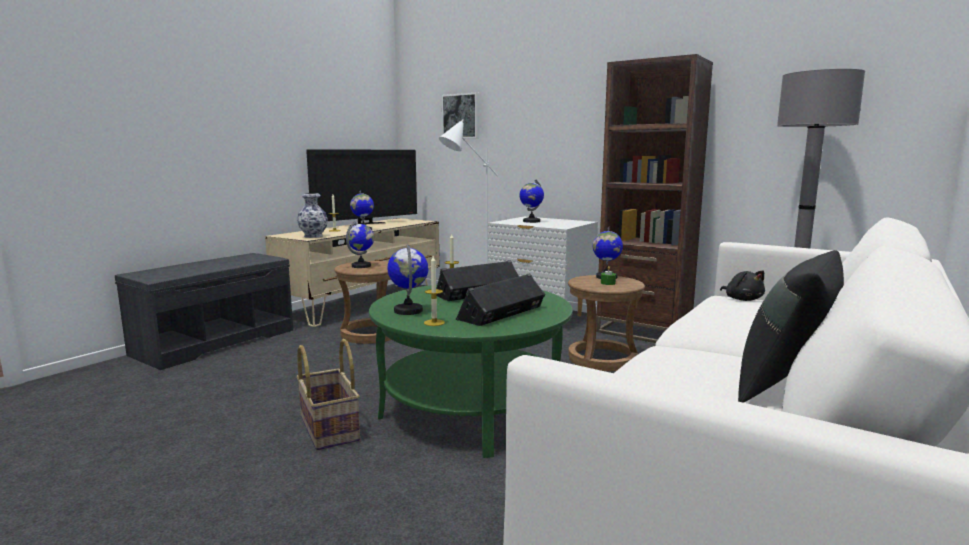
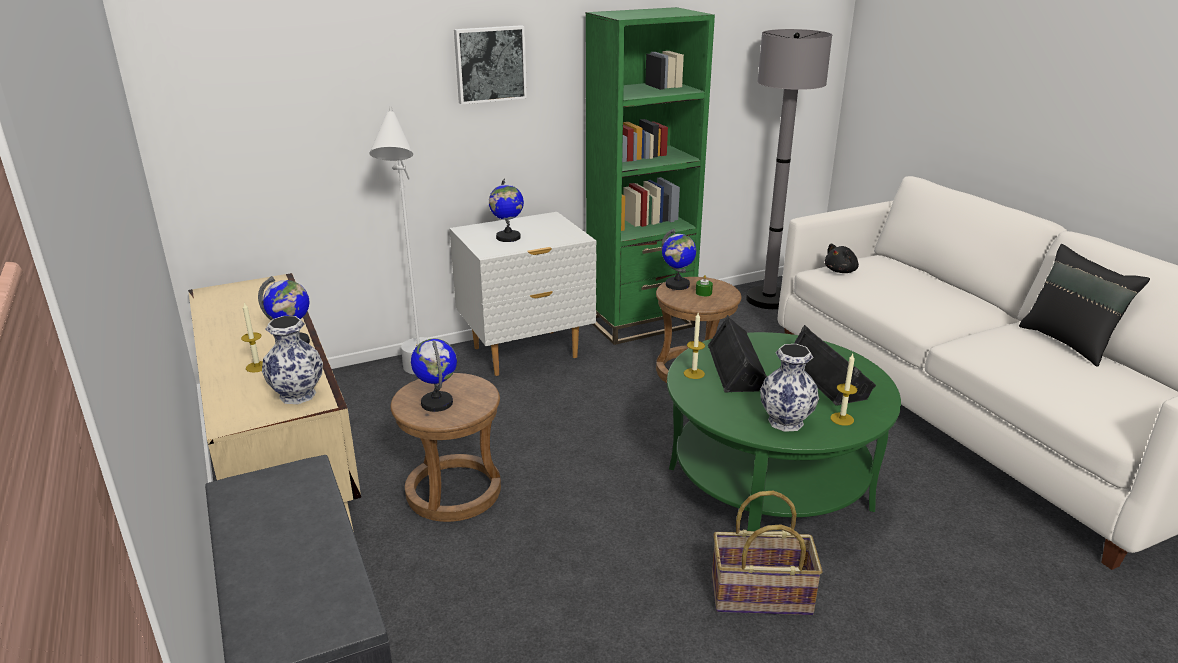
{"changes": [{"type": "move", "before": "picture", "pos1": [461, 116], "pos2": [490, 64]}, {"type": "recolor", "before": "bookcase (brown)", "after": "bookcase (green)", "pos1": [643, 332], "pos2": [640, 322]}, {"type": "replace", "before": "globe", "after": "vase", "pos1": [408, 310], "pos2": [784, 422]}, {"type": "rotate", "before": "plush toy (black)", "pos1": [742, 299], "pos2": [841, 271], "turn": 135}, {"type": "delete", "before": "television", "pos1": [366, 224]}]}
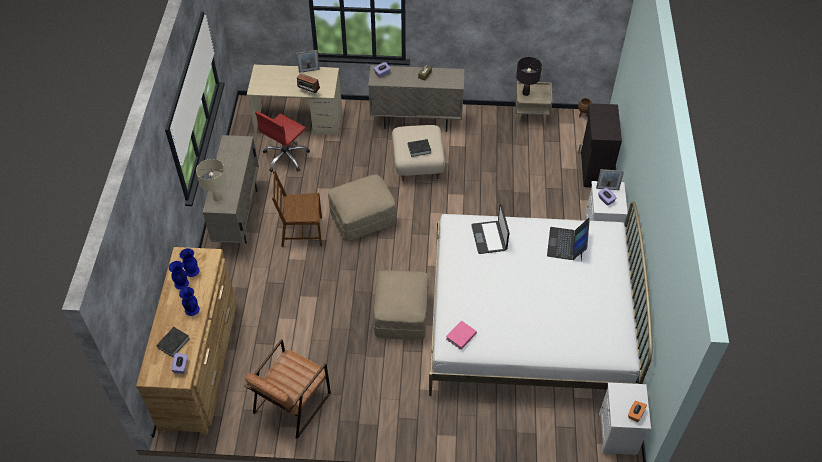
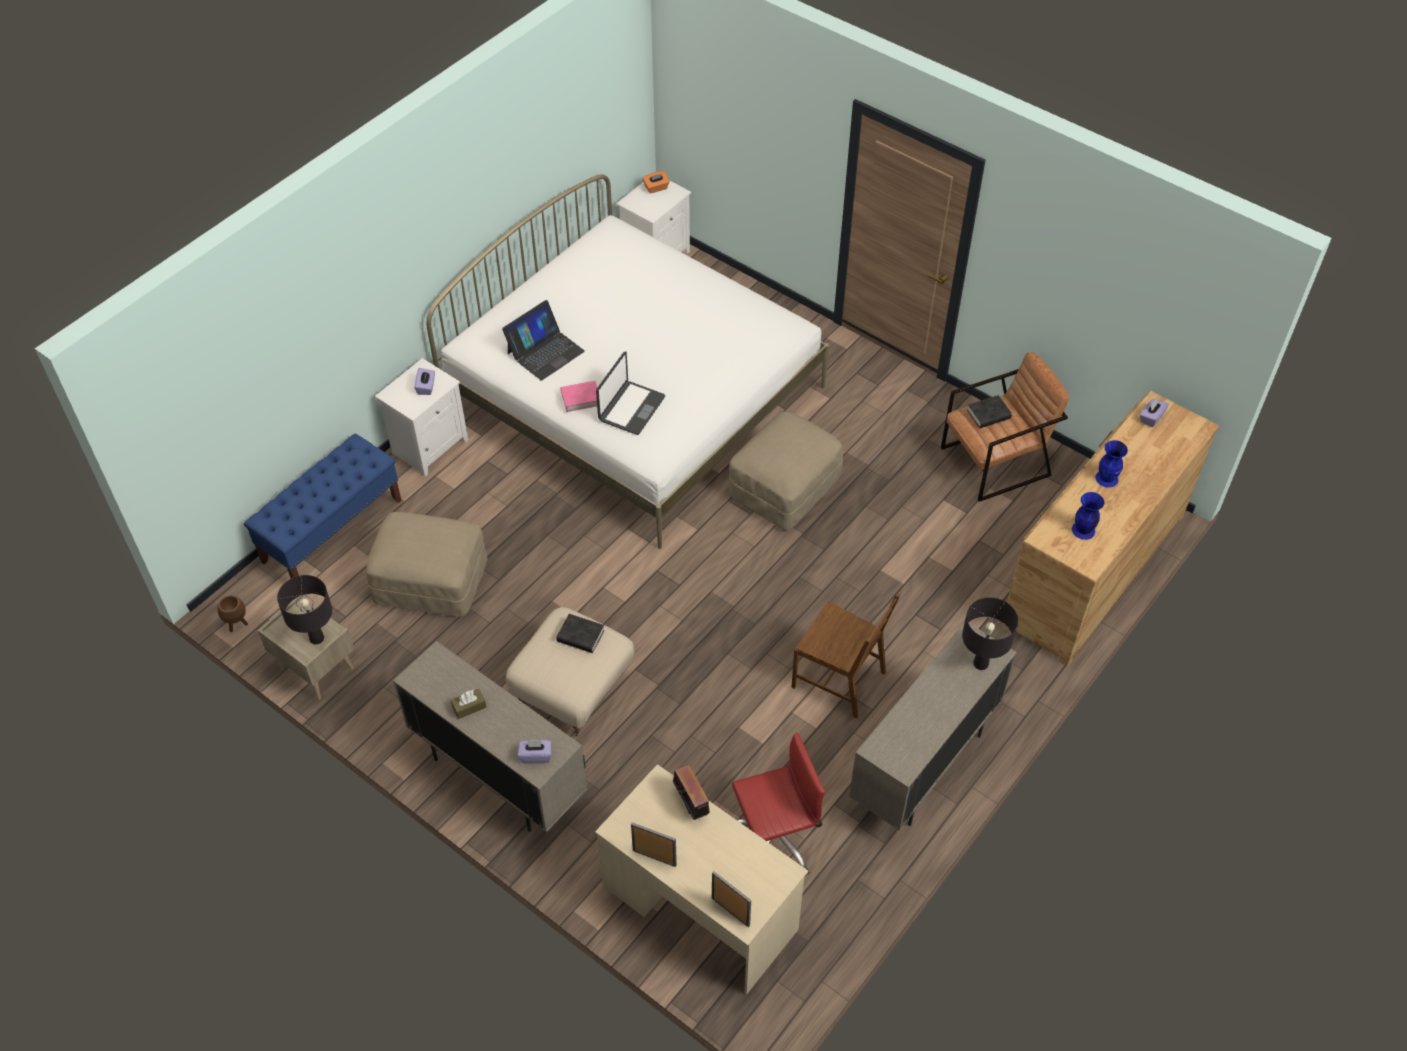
{"changes": [{"type": "replace", "before": "cabinet (black)", "after": "bench (blue)", "pos1": [594, 169], "pos2": [332, 530]}, {"type": "move", "before": "ottoman (beige)", "pos1": [363, 217], "pos2": [430, 582]}, {"type": "move", "before": "book (pink)", "pos1": [461, 336], "pos2": [581, 398]}, {"type": "move", "before": "picture frame", "pos1": [607, 189], "pos2": [730, 911]}, {"type": "recolor", "before": "table lamp (beige)", "after": "table lamp (black)", "pos1": [217, 198], "pos2": [980, 664]}, {"type": "move", "before": "book (black)", "pos1": [173, 343], "pos2": [988, 414]}, {"type": "delete", "before": "vase (blue)", "pos1": [181, 283]}]}
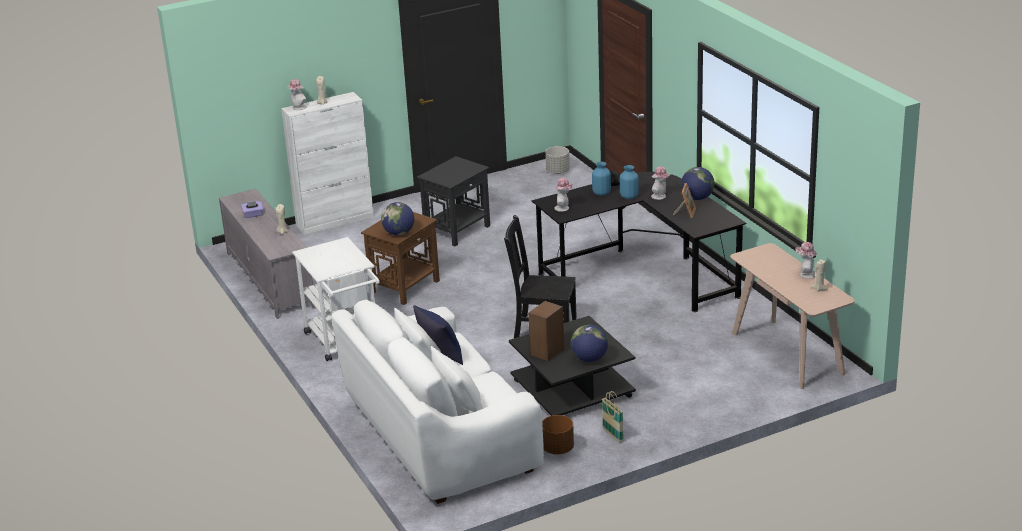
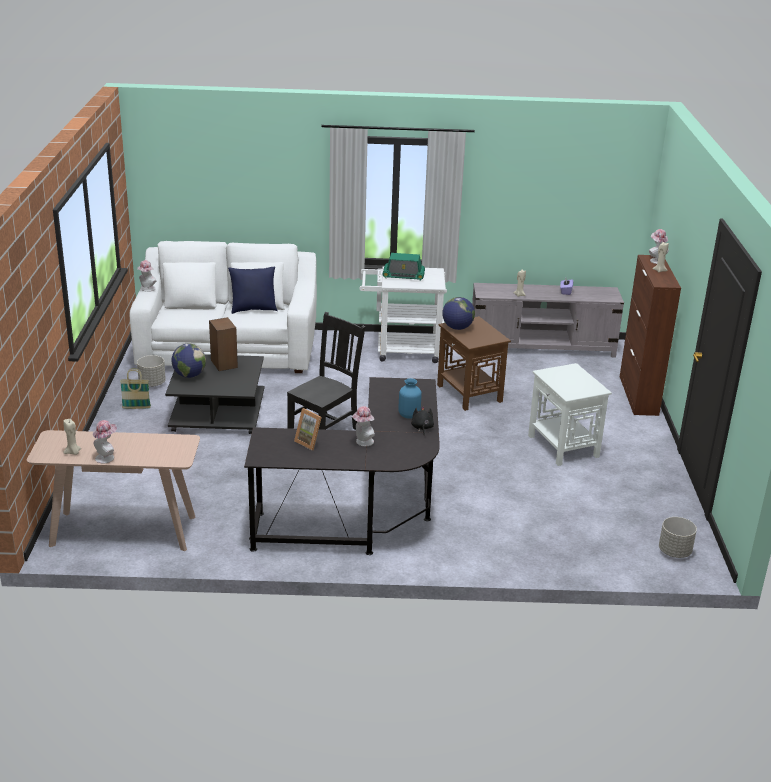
{"changes": [{"type": "move", "before": "hat", "pos1": [563, 208], "pos2": [147, 289]}, {"type": "recolor", "before": "planter (brown)", "after": "planter (grey)", "pos1": [557, 449], "pos2": [152, 383]}, {"type": "insert", "after": "radio", "pos2": [403, 276]}, {"type": "recolor", "before": "side table (black)", "after": "side table (white)", "pos1": [457, 230], "pos2": [563, 446]}, {"type": "recolor", "before": "cabinet (white)", "after": "cabinet (brown)", "pos1": [335, 221], "pos2": [638, 395]}, {"type": "delete", "before": "vase (blue)", "pos1": [628, 196]}, {"type": "delete", "before": "globe", "pos1": [697, 198]}]}
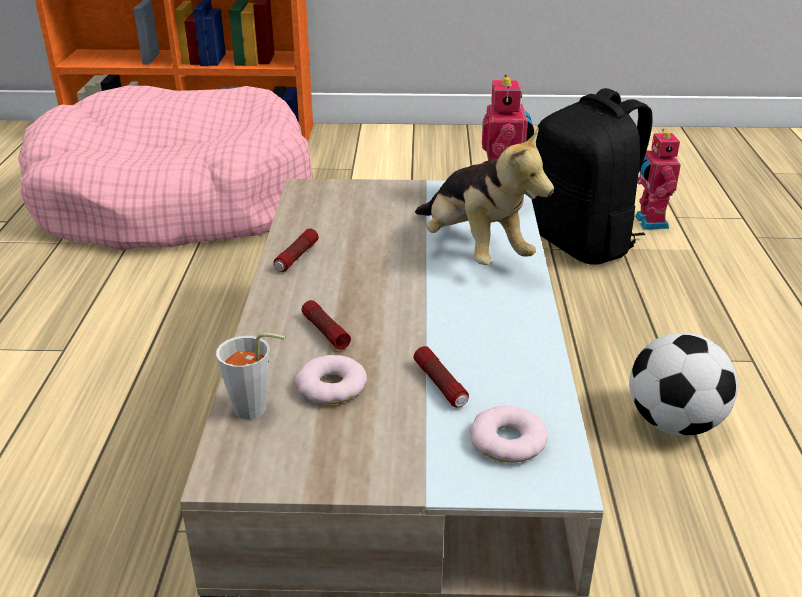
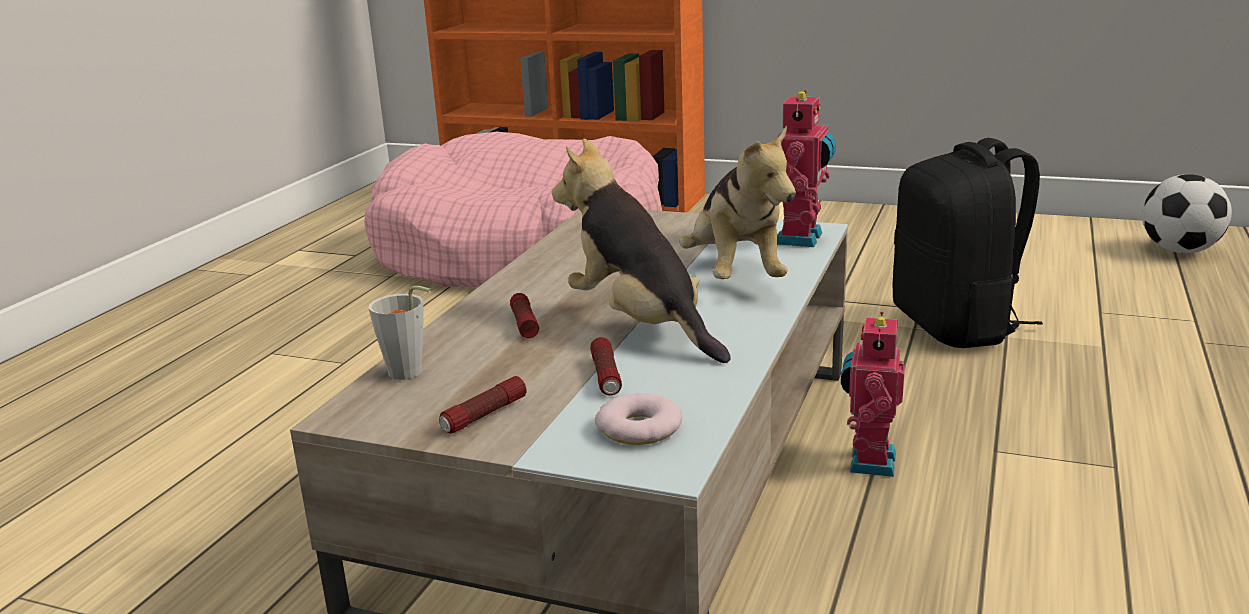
{"changes": [{"type": "move", "before": "flashlight", "pos1": [296, 257], "pos2": [484, 415]}, {"type": "insert", "after": "plush toy", "pos2": [640, 325]}, {"type": "move", "before": "toy robot", "pos1": [649, 222], "pos2": [868, 461]}, {"type": "move", "before": "football", "pos1": [673, 423], "pos2": [1179, 251]}, {"type": "delete", "before": "donut", "pos1": [331, 386]}]}
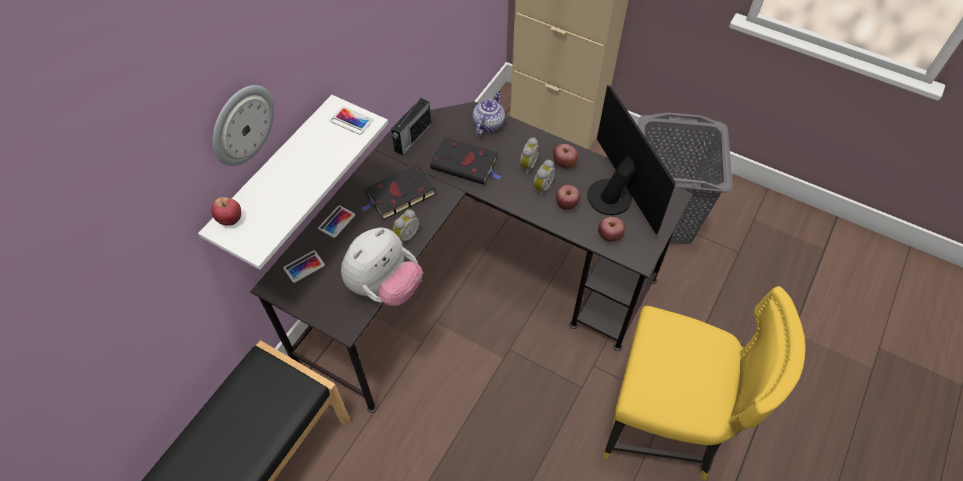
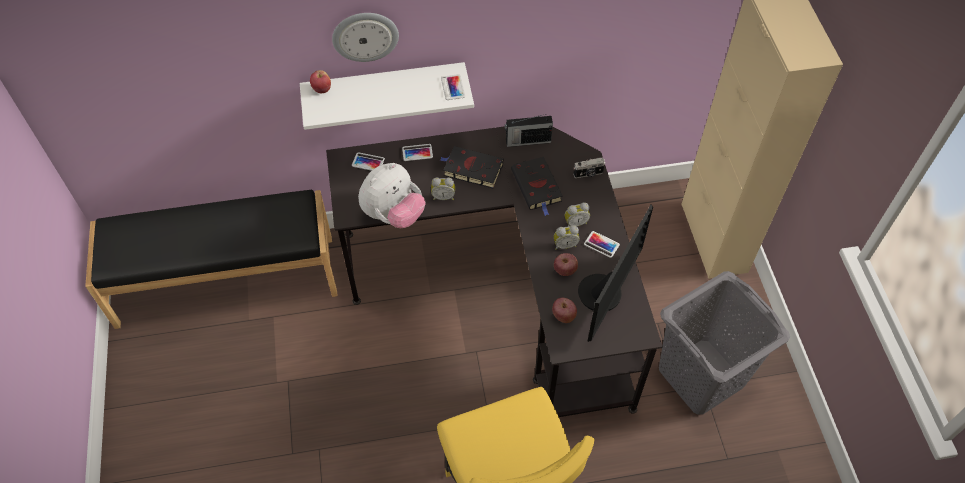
{"changes": [{"type": "rotate", "before": "plush toy", "pos1": [385, 286], "pos2": [393, 214], "turn": -45}, {"type": "replace", "before": "teapot", "after": "photo camera", "pos1": [488, 124], "pos2": [588, 174]}, {"type": "replace", "before": "apple", "after": "phone", "pos1": [564, 163], "pos2": [601, 244]}]}
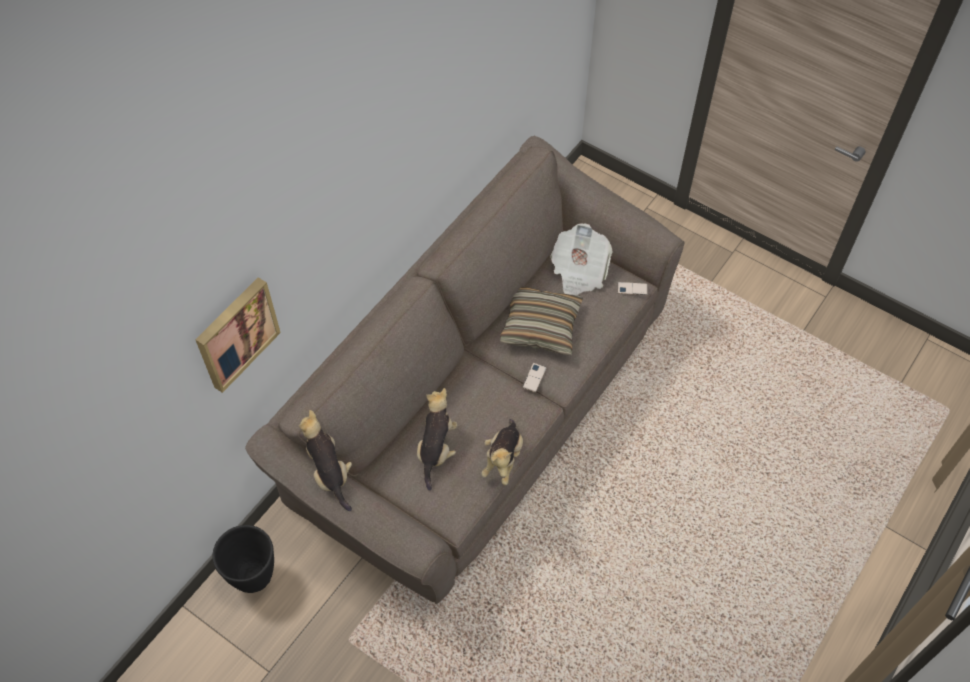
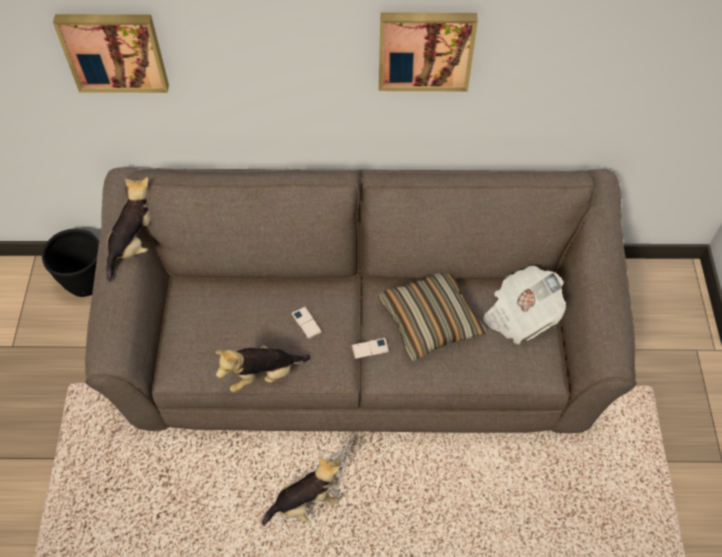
{"changes": [{"type": "move", "before": "plush toy", "pos1": [436, 449], "pos2": [306, 502]}, {"type": "move", "before": "phone", "pos1": [632, 289], "pos2": [306, 323]}, {"type": "insert", "after": "picture", "pos2": [425, 49]}]}
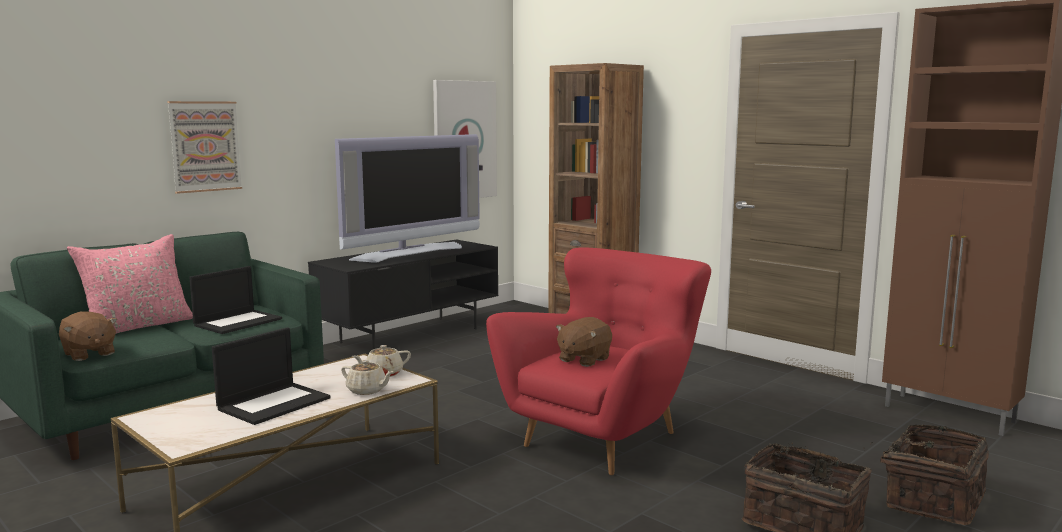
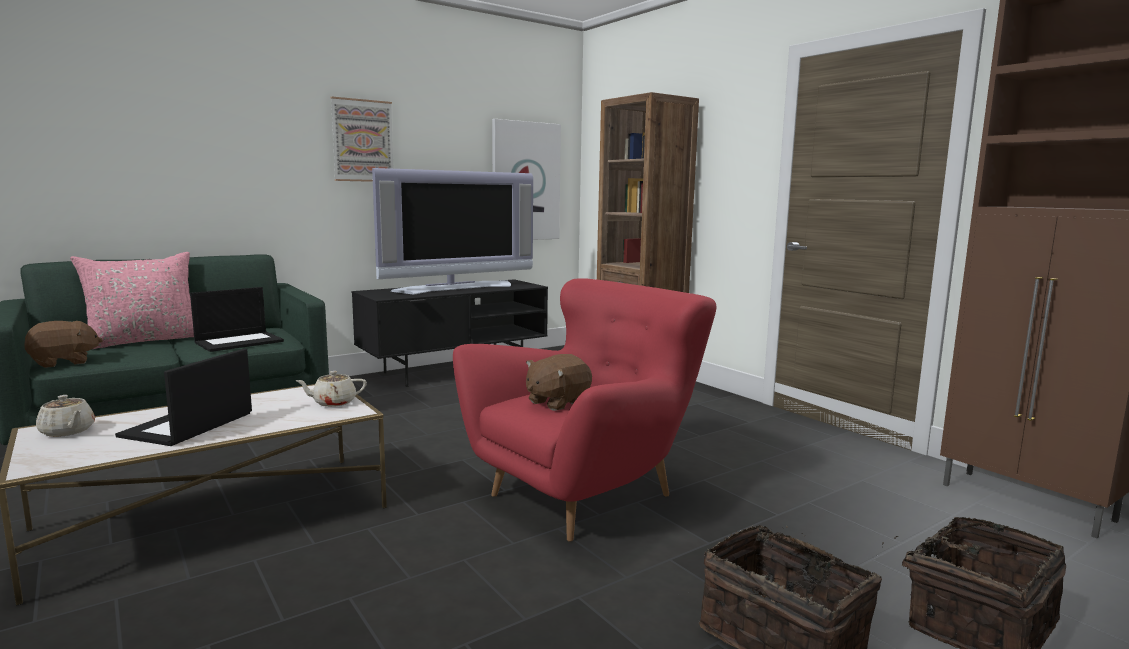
{"changes": [{"type": "rotate", "before": "plush toy (brown)", "pos1": [88, 354], "pos2": [64, 362], "turn": -90}, {"type": "move", "before": "teapot (beige)", "pos1": [367, 390], "pos2": [67, 431]}, {"type": "rotate", "before": "laptop", "pos1": [274, 403], "pos2": [188, 426], "turn": 150}, {"type": "move", "before": "picture", "pos1": [205, 146], "pos2": [362, 141]}]}
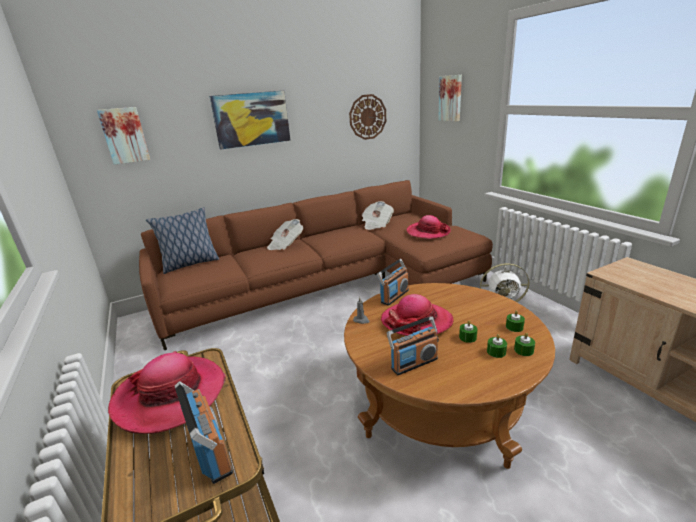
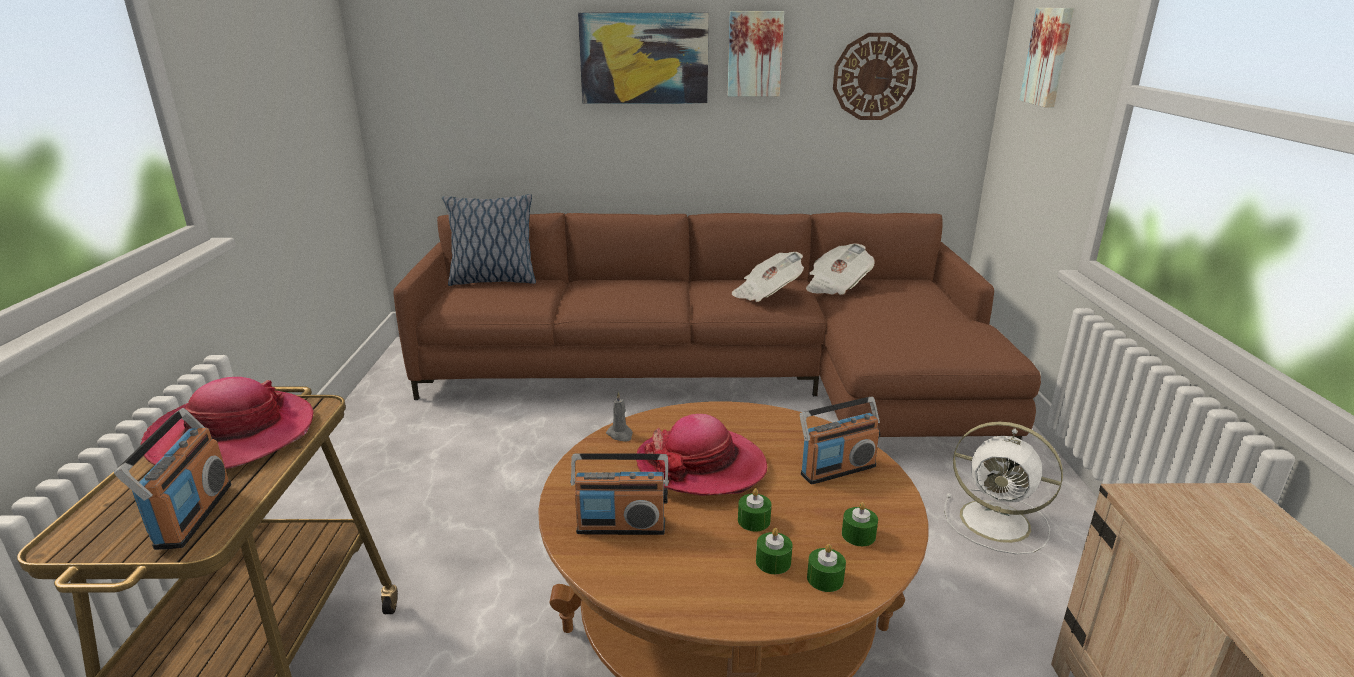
{"changes": [{"type": "move", "before": "picture", "pos1": [124, 135], "pos2": [754, 54]}, {"type": "move", "before": "newspaper", "pos1": [285, 244], "pos2": [766, 294]}, {"type": "move", "before": "radio", "pos1": [394, 296], "pos2": [837, 469]}, {"type": "delete", "before": "hat", "pos1": [428, 232]}]}
